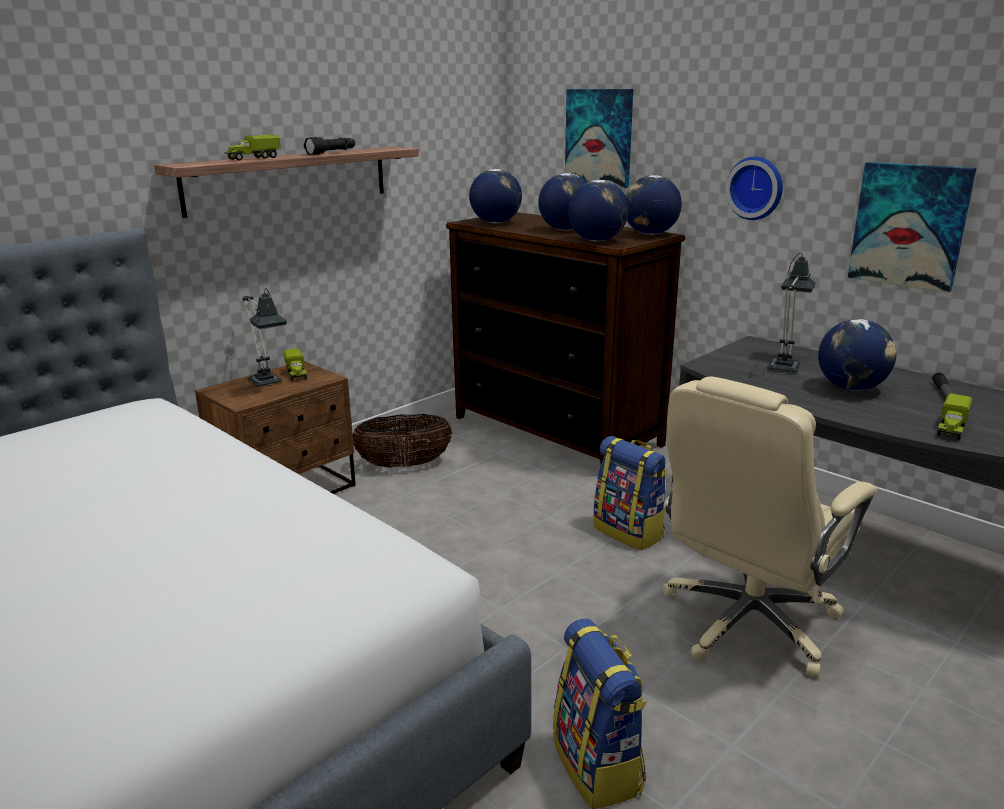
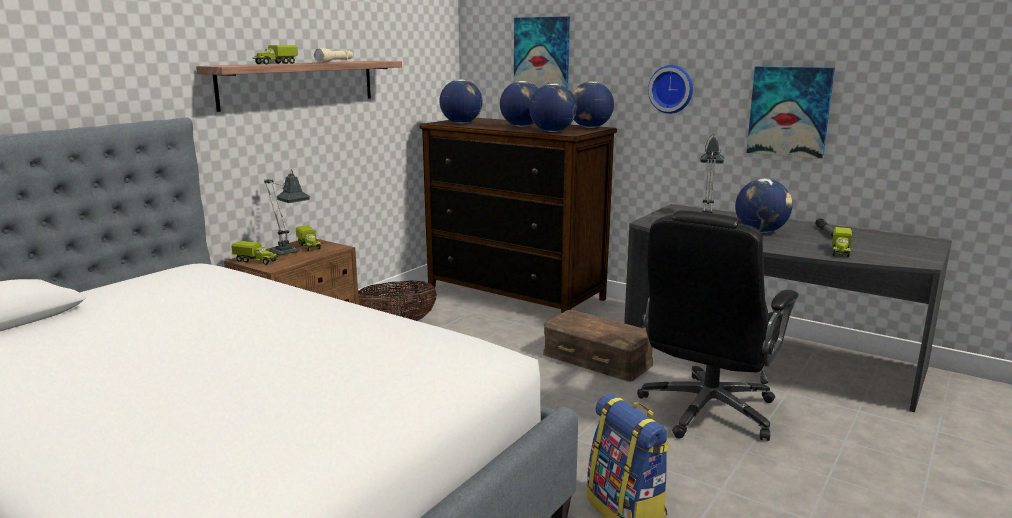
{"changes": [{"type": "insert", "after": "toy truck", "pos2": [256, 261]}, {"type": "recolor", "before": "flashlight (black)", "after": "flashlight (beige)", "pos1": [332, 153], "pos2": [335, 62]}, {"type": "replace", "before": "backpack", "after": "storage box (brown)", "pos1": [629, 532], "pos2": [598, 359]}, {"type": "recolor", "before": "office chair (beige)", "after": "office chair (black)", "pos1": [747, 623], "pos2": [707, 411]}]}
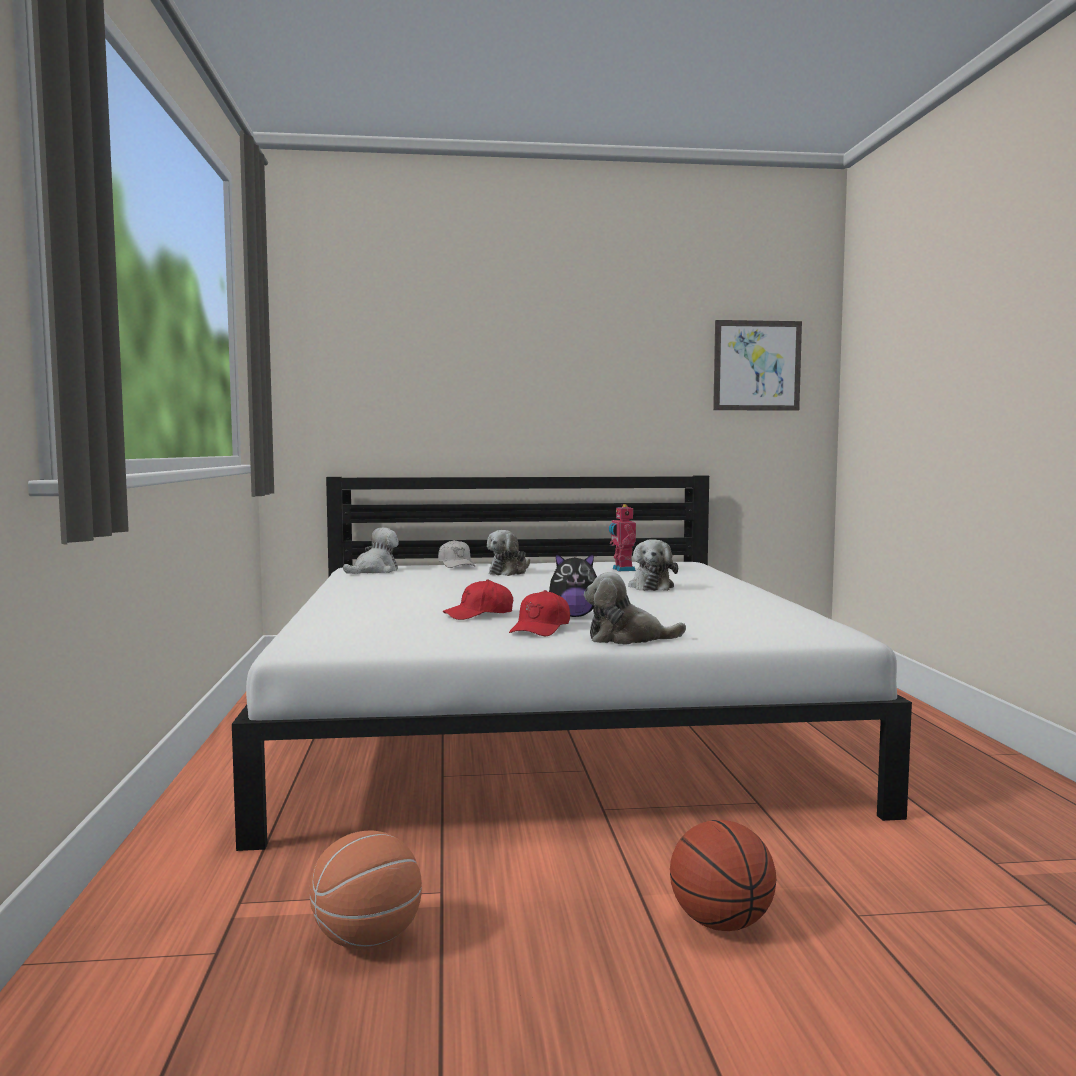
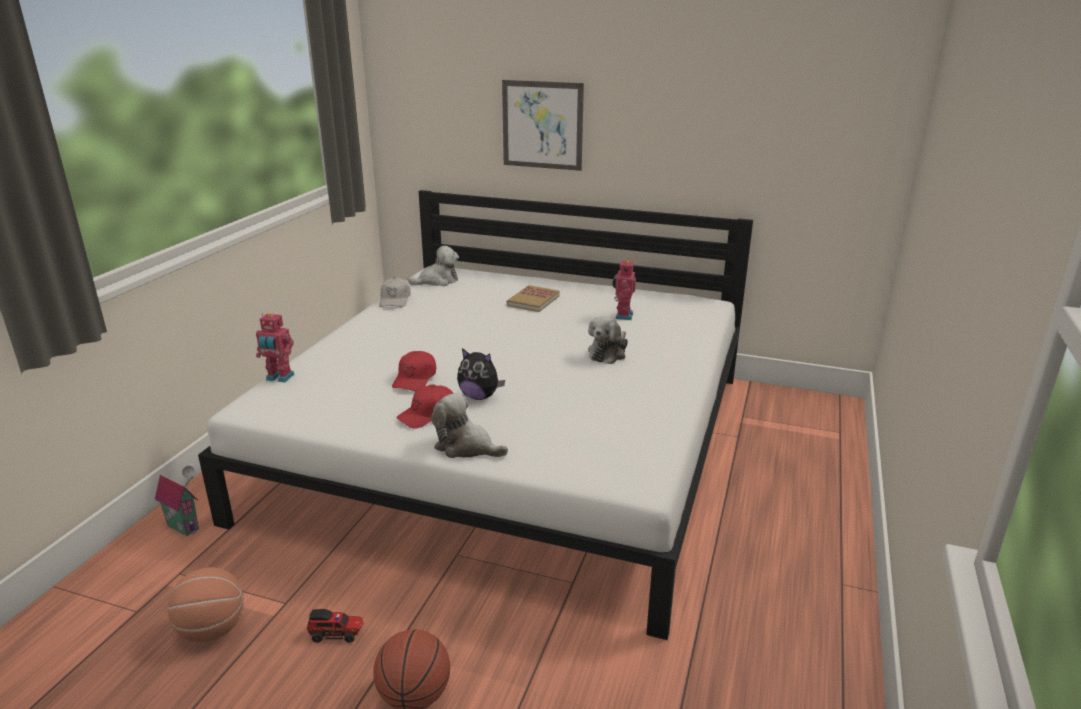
{"changes": [{"type": "insert", "after": "toy house", "pos2": [185, 526]}, {"type": "insert", "after": "toy robot", "pos2": [279, 378]}, {"type": "insert", "after": "toy truck", "pos2": [337, 634]}, {"type": "move", "before": "cap (white)", "pos1": [456, 565], "pos2": [395, 300]}, {"type": "rotate", "before": "cap (red)", "pos1": [479, 614], "pos2": [415, 379], "turn": -75}, {"type": "move", "before": "picture", "pos1": [757, 365], "pos2": [542, 125]}, {"type": "replace", "before": "plush toy", "after": "book", "pos1": [509, 572], "pos2": [533, 301]}]}
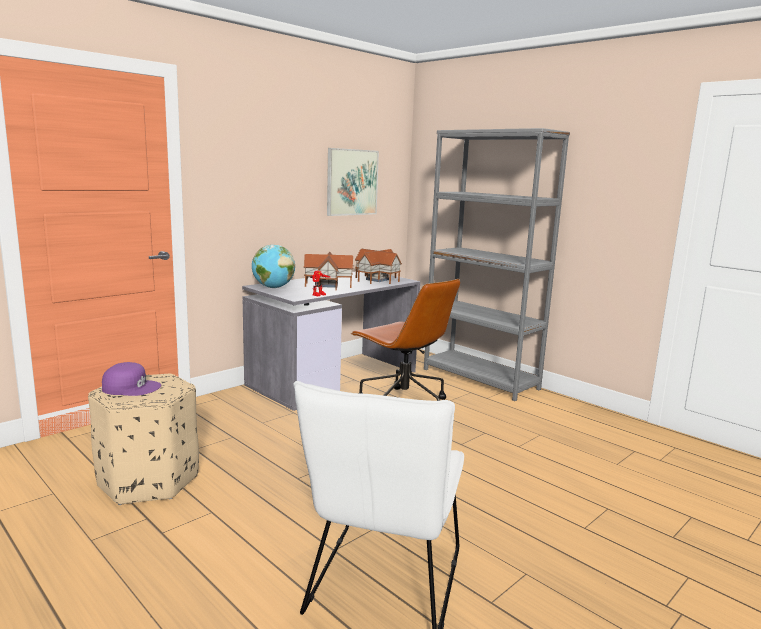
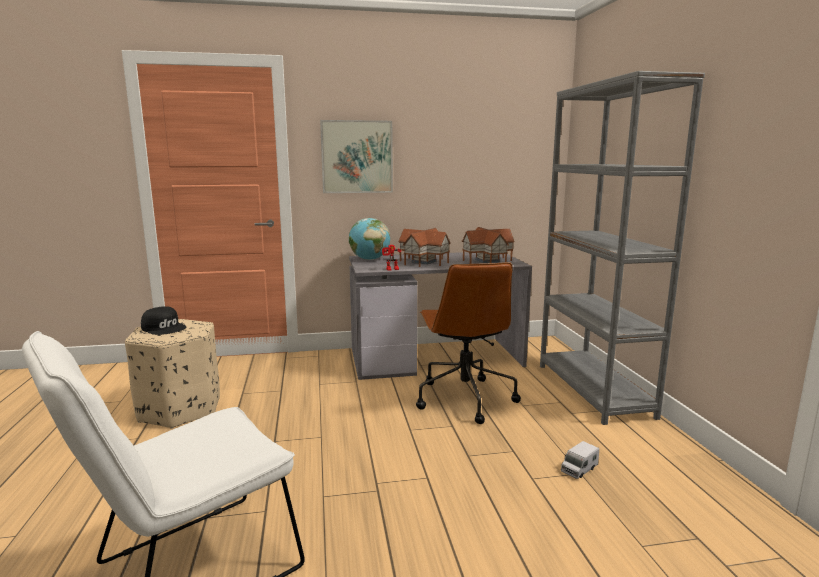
{"changes": [{"type": "recolor", "before": "cap (purple)", "after": "cap (black)", "pos1": [131, 387], "pos2": [164, 328]}, {"type": "move", "before": "picture", "pos1": [352, 182], "pos2": [357, 157]}, {"type": "insert", "after": "toy truck", "pos2": [579, 469]}]}
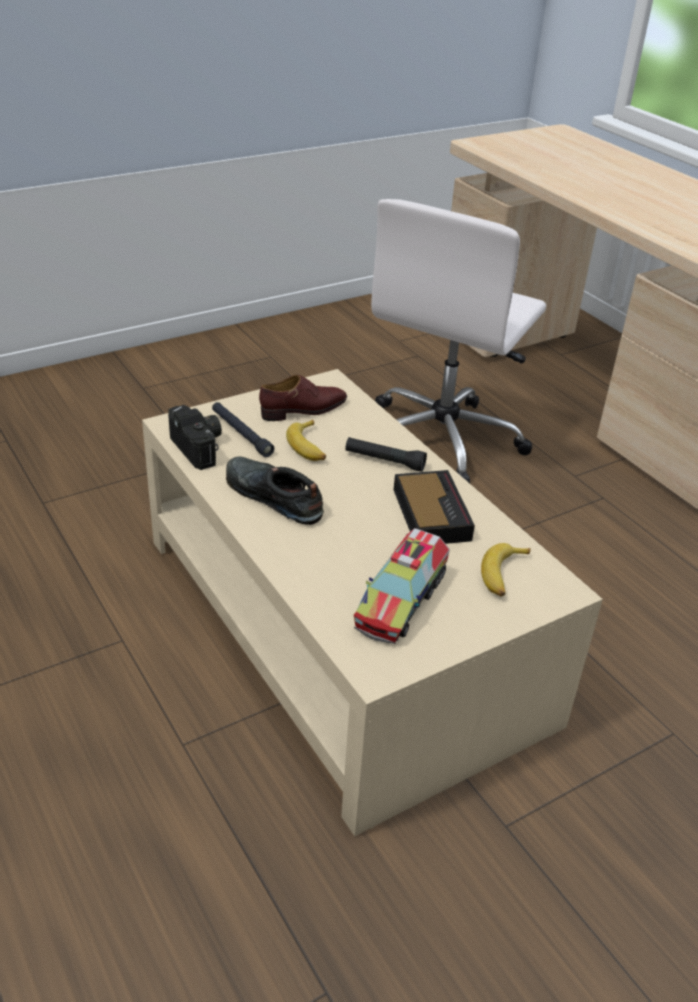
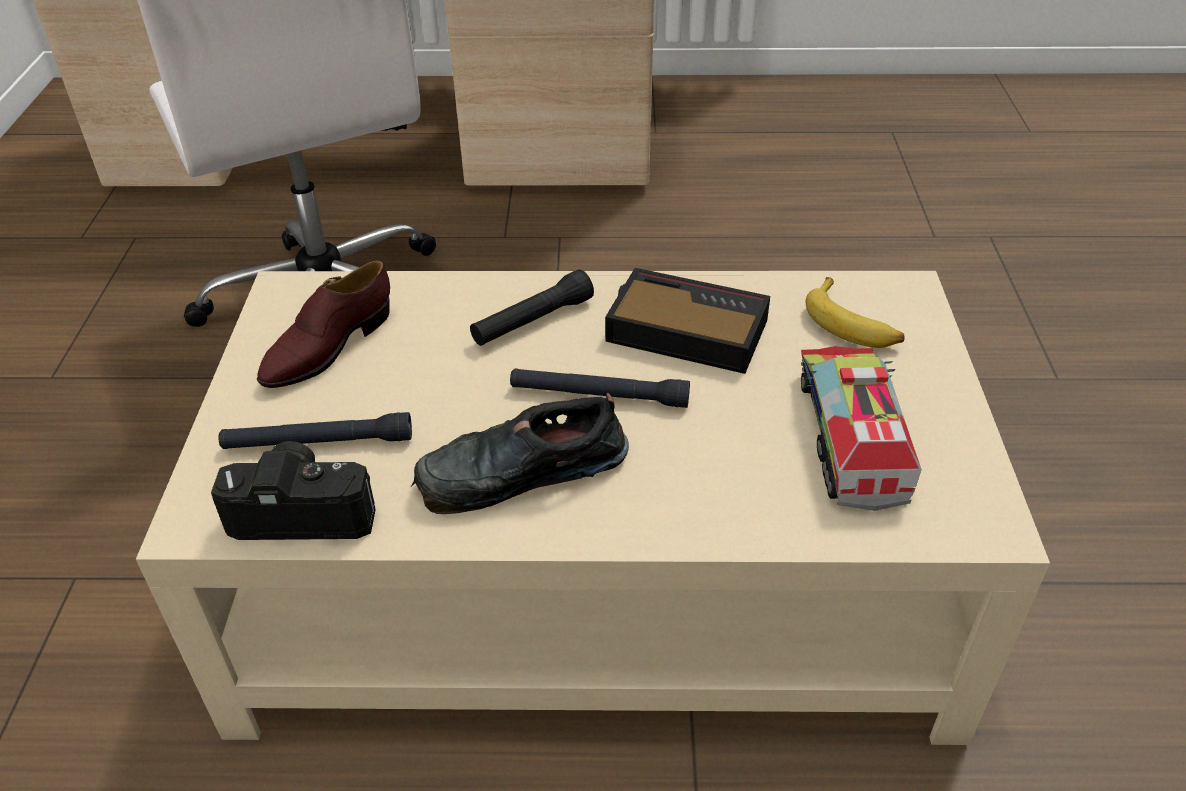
{"changes": [{"type": "rotate", "before": "shoe (brown)", "pos1": [304, 410], "pos2": [328, 347], "turn": -150}, {"type": "insert", "after": "flashlight (black)", "pos2": [599, 396]}, {"type": "rotate", "before": "toy truck", "pos1": [401, 600], "pos2": [850, 435], "turn": -150}, {"type": "delete", "before": "banana", "pos1": [309, 447]}]}
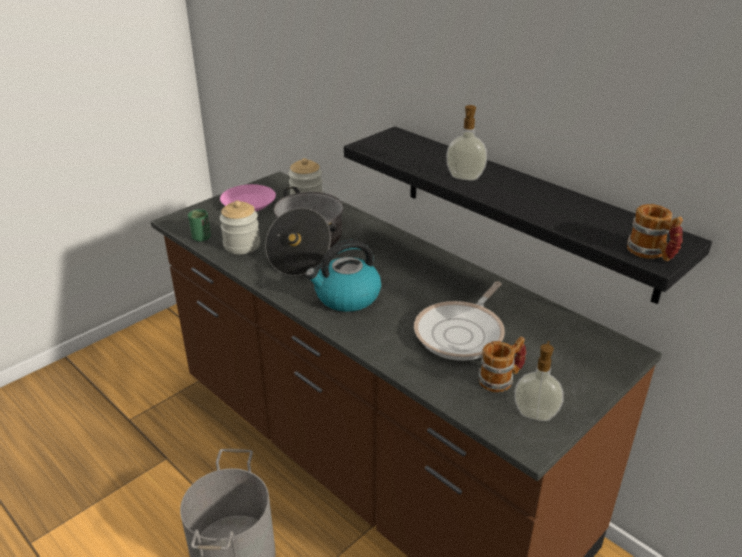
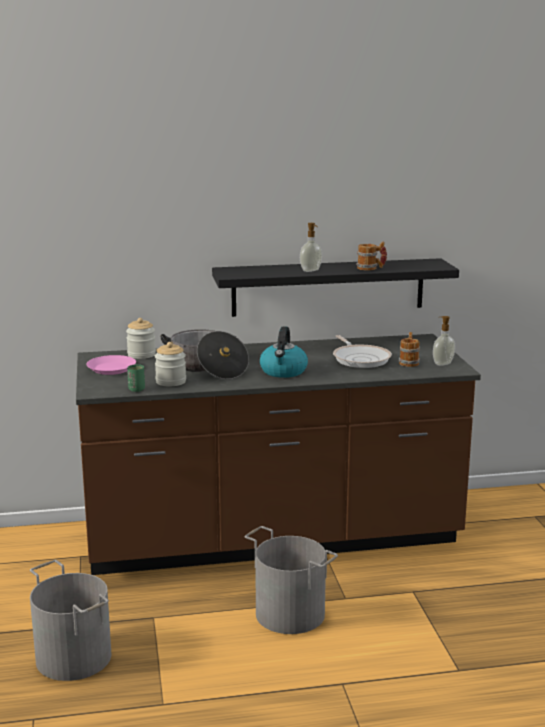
{"changes": [{"type": "insert", "after": "bucket (grey)", "pos2": [74, 657]}, {"type": "move", "before": "mug", "pos1": [651, 253], "pos2": [371, 268]}]}
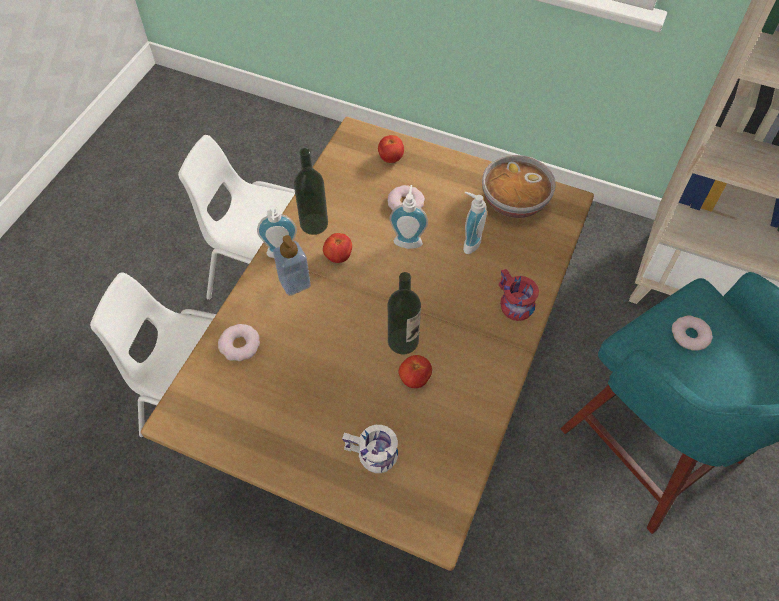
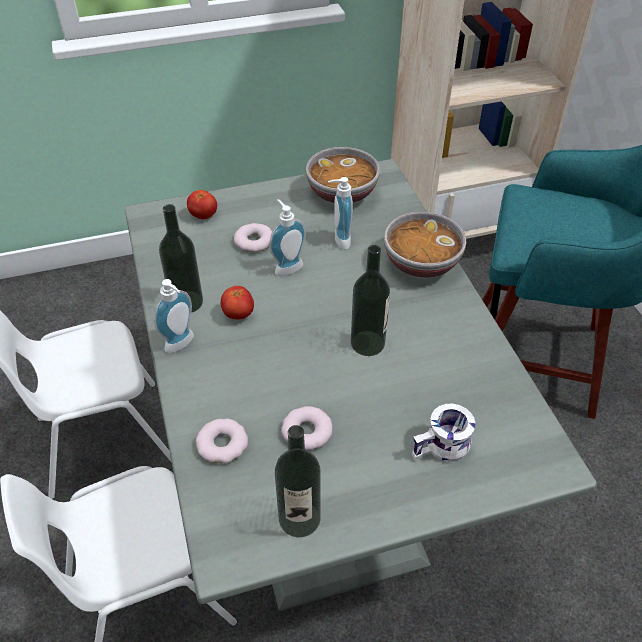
{"changes": [{"type": "recolor", "before": "dining table (brown)", "after": "dining table (grey)", "pos1": [389, 410], "pos2": [321, 473]}, {"type": "insert", "after": "bottle", "pos2": [299, 518]}, {"type": "move", "before": "donut", "pos1": [690, 335], "pos2": [307, 432]}, {"type": "replace", "before": "mug (red)", "after": "bowl", "pos1": [511, 304], "pos2": [420, 263]}, {"type": "delete", "before": "soap dispenser", "pos1": [294, 283]}, {"type": "delete", "before": "tomato", "pos1": [414, 379]}]}
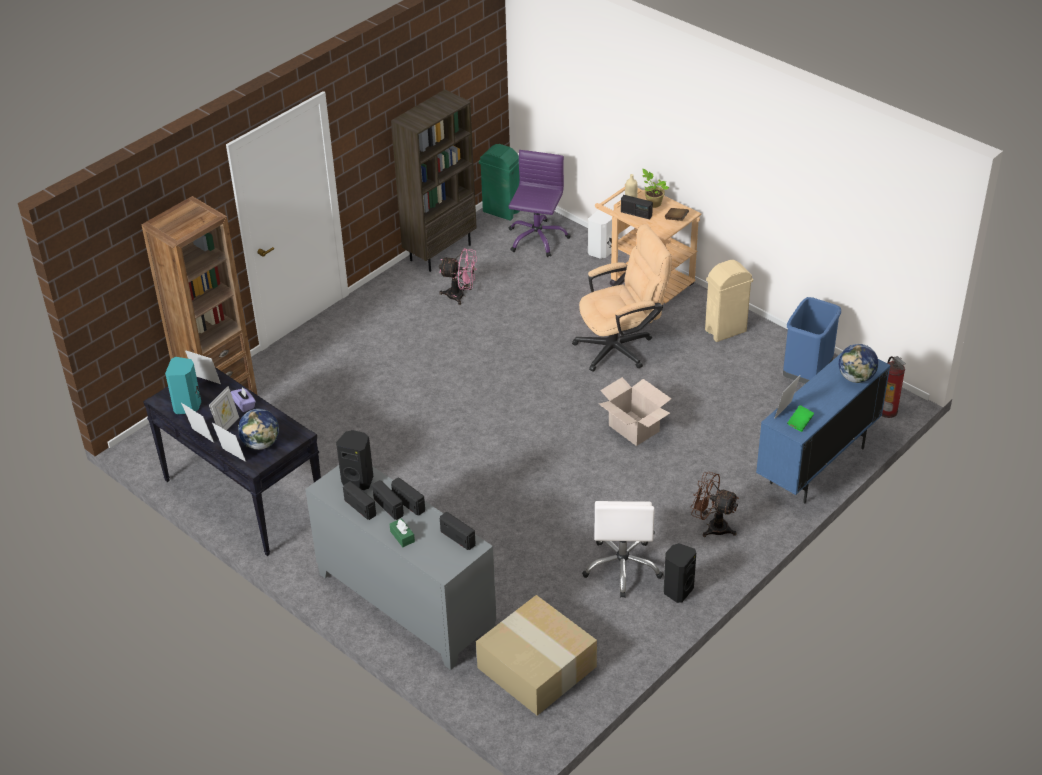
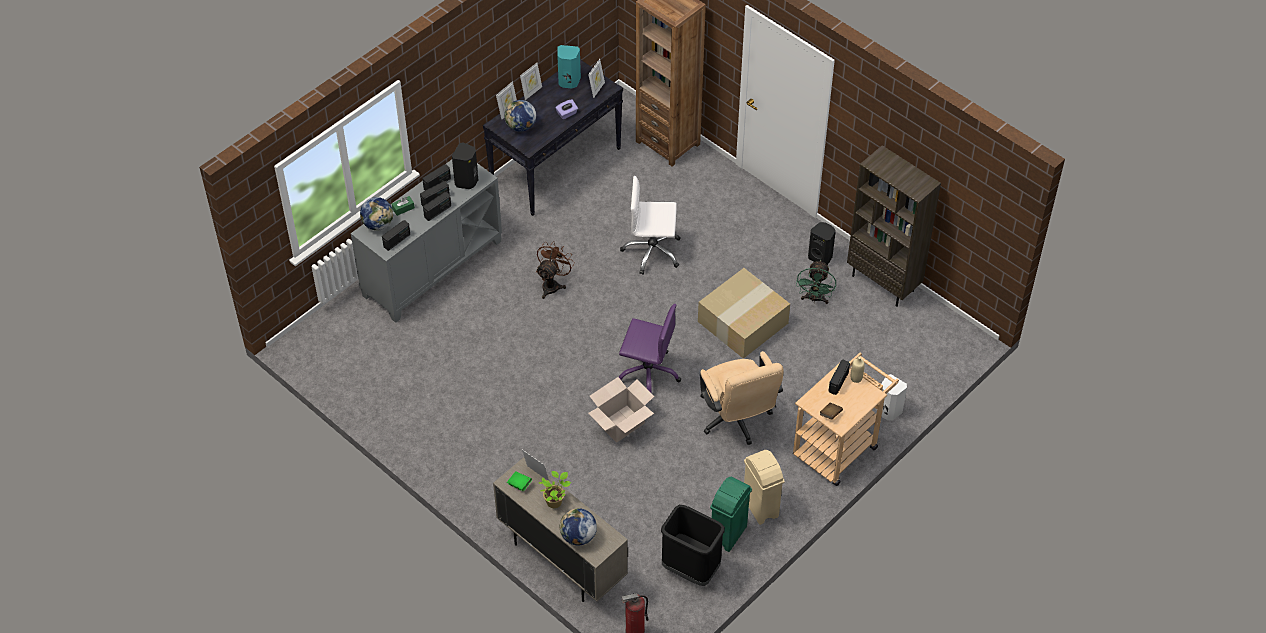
{"changes": [{"type": "insert", "after": "globe", "pos2": [378, 224]}, {"type": "recolor", "before": "cabinet (blue)", "after": "cabinet (beige)", "pos1": [817, 466], "pos2": [562, 560]}, {"type": "move", "before": "fan (brown)", "pos1": [712, 526], "pos2": [553, 284]}, {"type": "move", "before": "potted plant", "pos1": [653, 203], "pos2": [555, 501]}, {"type": "move", "before": "office chair (purple)", "pos1": [537, 238], "pos2": [648, 373]}, {"type": "move", "before": "office chair (white)", "pos1": [622, 567], "pos2": [652, 251]}, {"type": "recolor", "before": "trash can (blue)", "after": "trash can (black)", "pos1": [806, 375], "pos2": [691, 569]}, {"type": "move", "before": "cardboard box", "pos1": [539, 667], "pos2": [743, 323]}, {"type": "move", "before": "trash can (green)", "pos1": [501, 211], "pos2": [728, 534]}, {"type": "recolor", "before": "fan (pink)", "after": "fan (green)", "pos1": [460, 296], "pos2": [814, 299]}, {"type": "move", "before": "speaker (black)", "pos1": [677, 590], "pos2": [821, 257]}, {"type": "delete", "before": "picture frame", "pos1": [227, 426]}]}
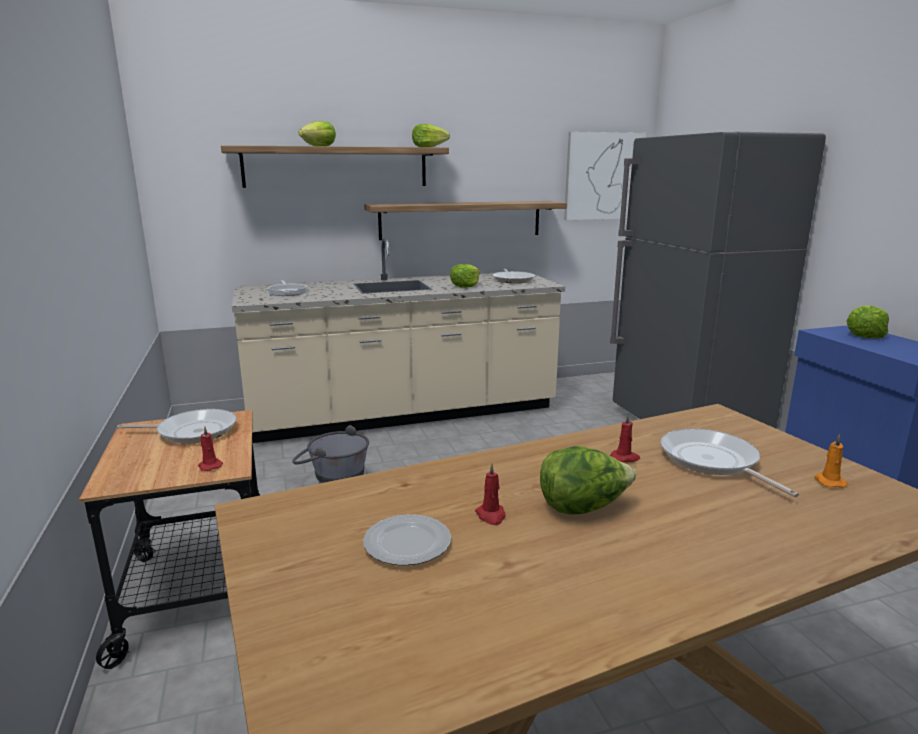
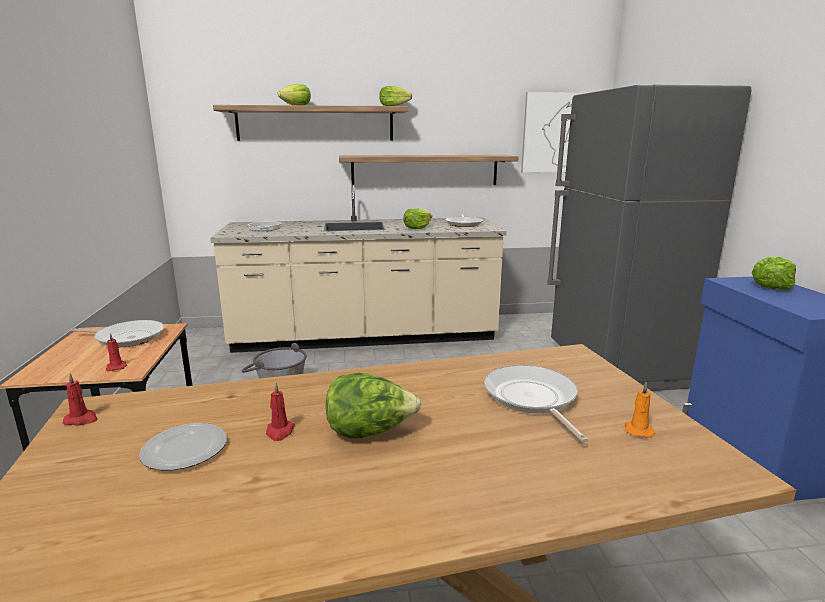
{"changes": [{"type": "move", "before": "candle (red)", "pos1": [625, 458], "pos2": [81, 420]}]}
